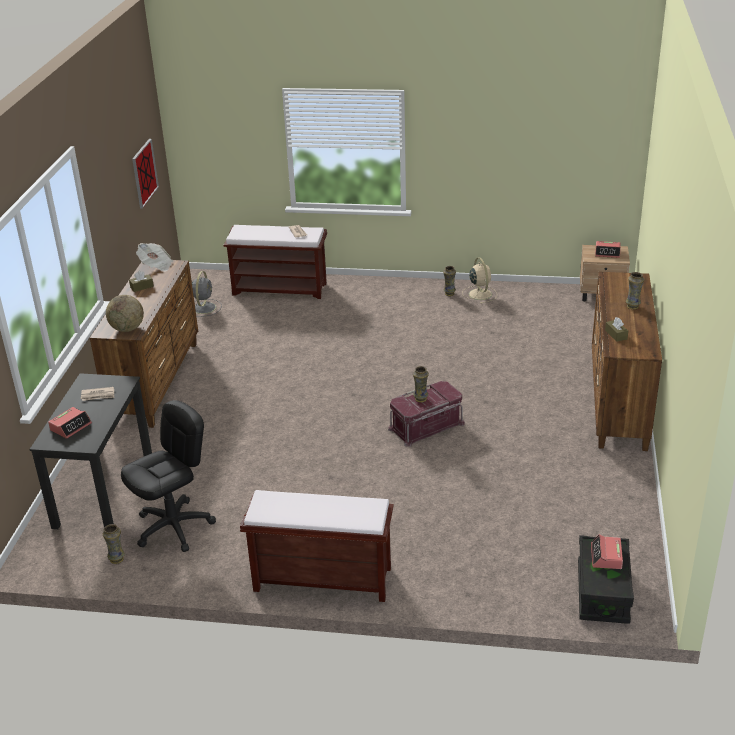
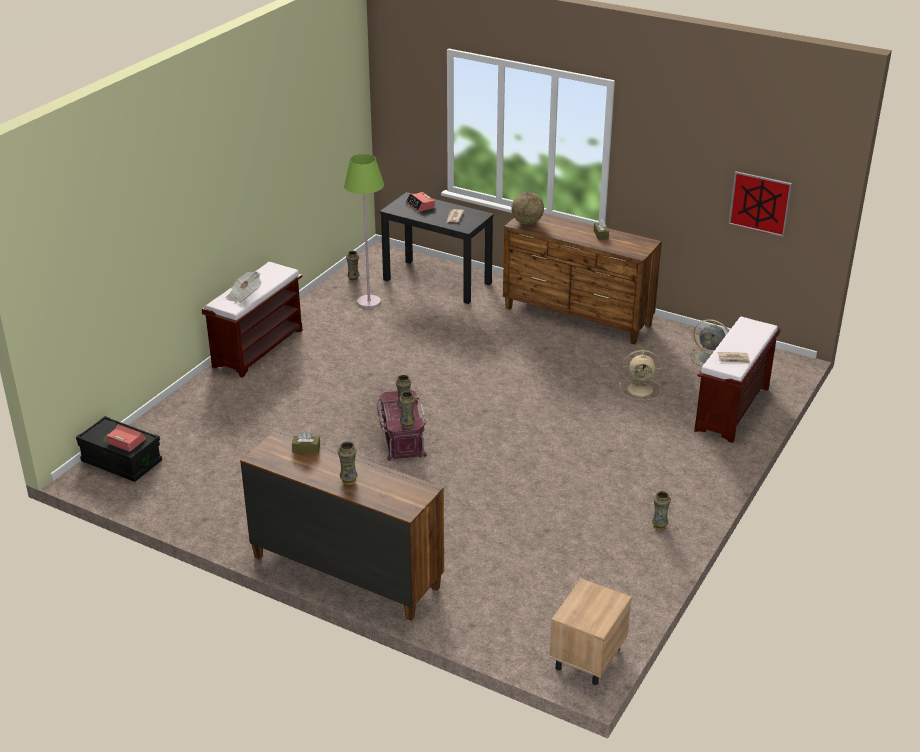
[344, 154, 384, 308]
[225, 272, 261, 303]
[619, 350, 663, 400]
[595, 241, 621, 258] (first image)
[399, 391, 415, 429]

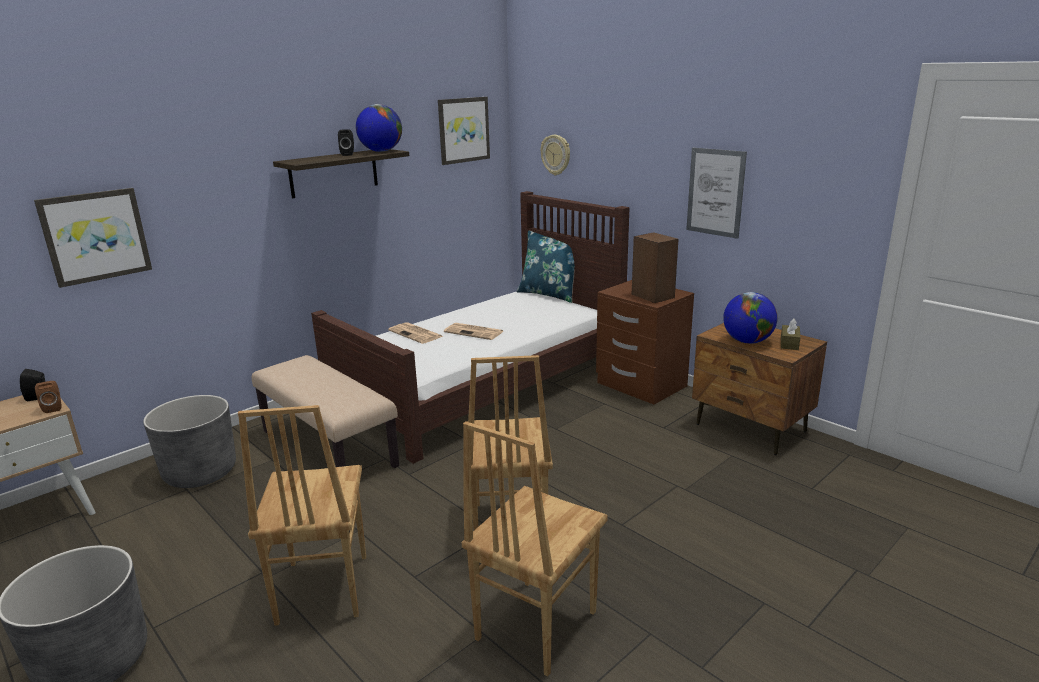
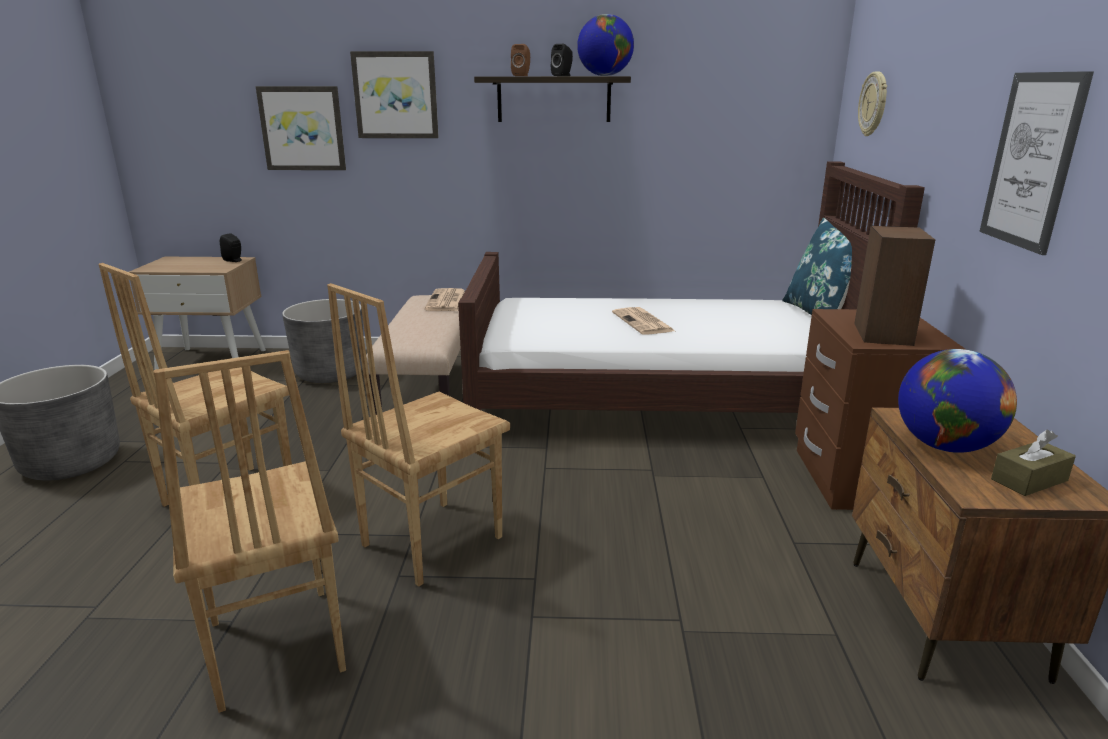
[511, 44, 530, 76]
[425, 288, 465, 311]
[350, 51, 439, 138]
[154, 350, 346, 713]

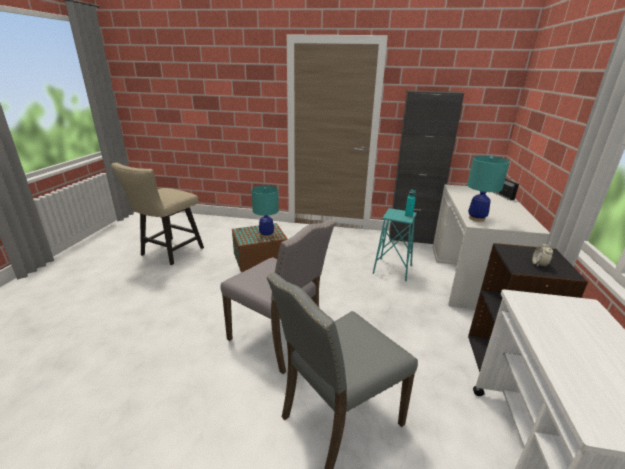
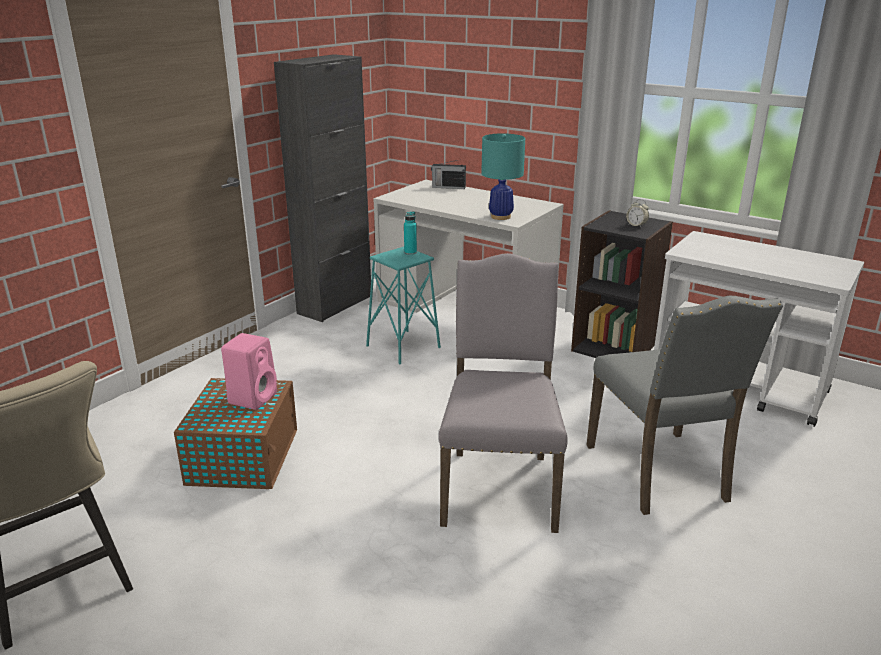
[439, 253, 568, 533]
[221, 333, 277, 410]

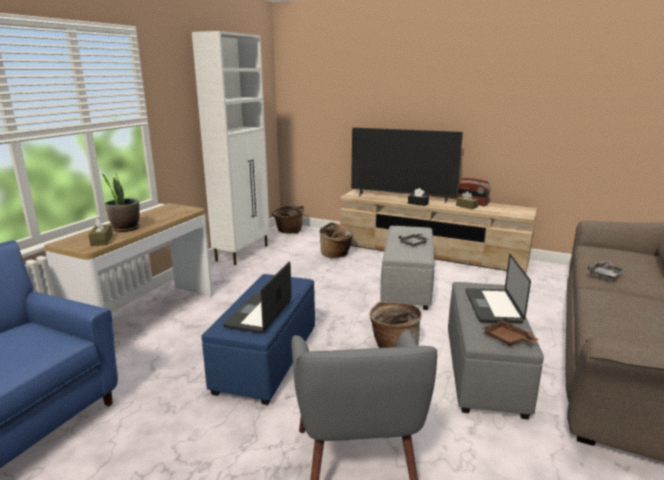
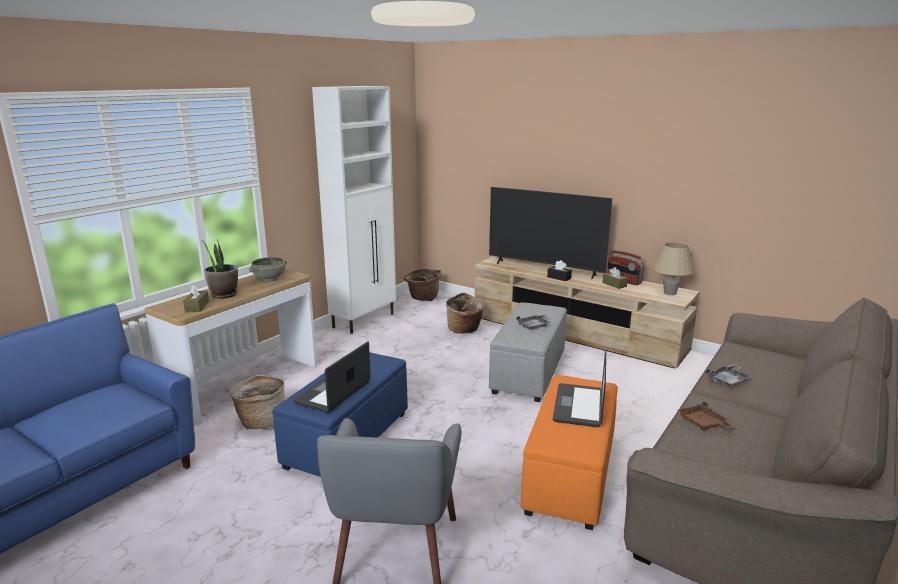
[230, 374, 285, 430]
[521, 375, 618, 530]
[677, 401, 735, 430]
[249, 257, 287, 282]
[652, 242, 694, 295]

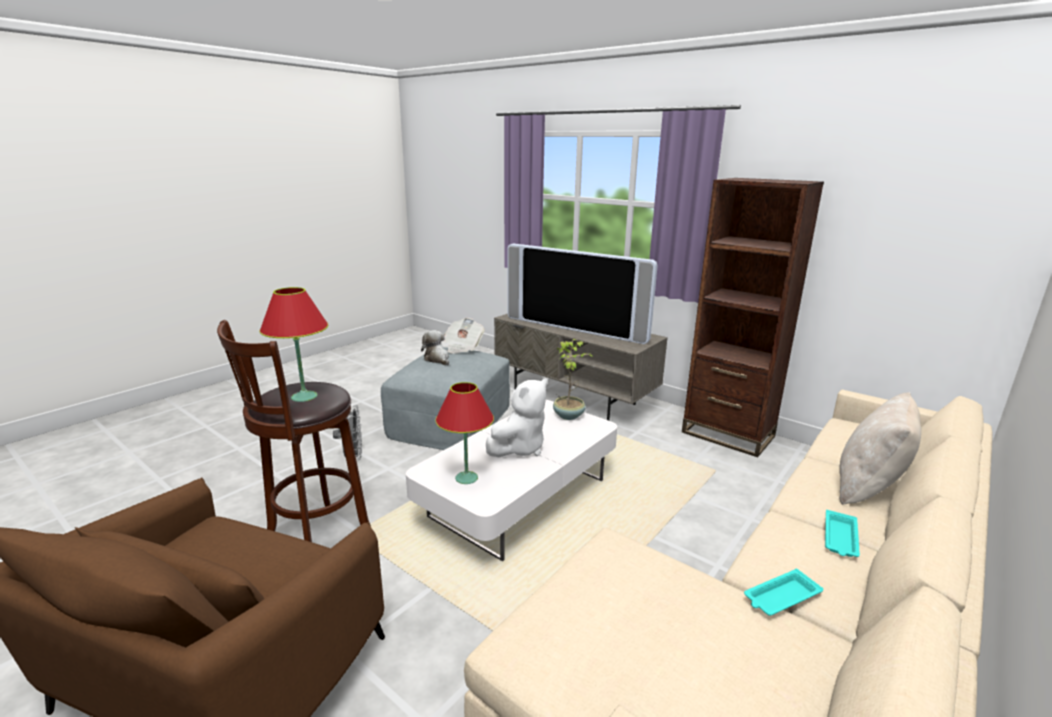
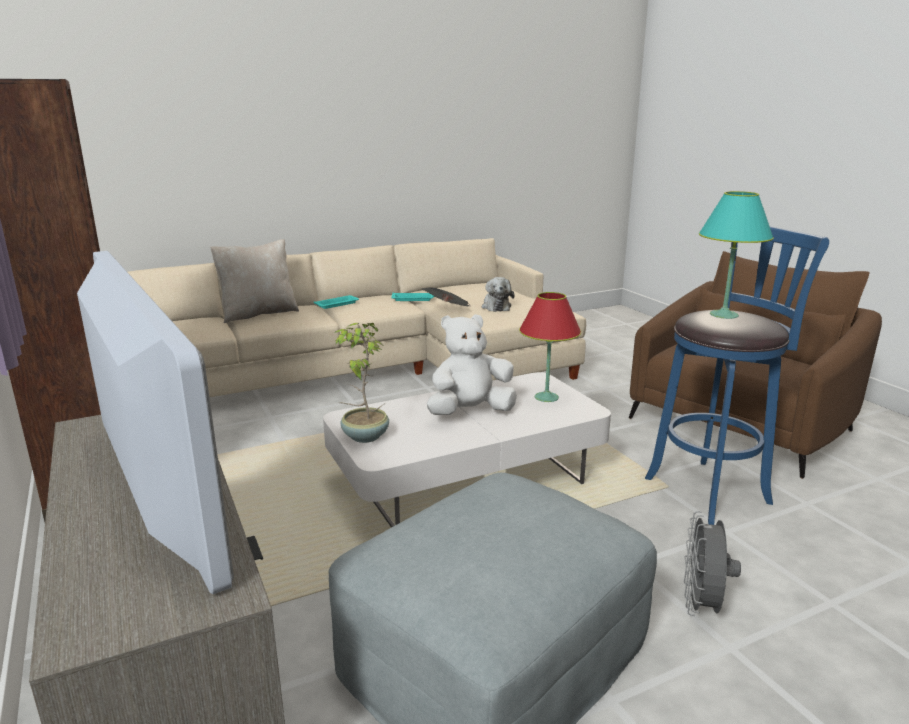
[645, 227, 829, 525]
[699, 191, 774, 319]
[482, 277, 515, 312]
[421, 287, 471, 306]

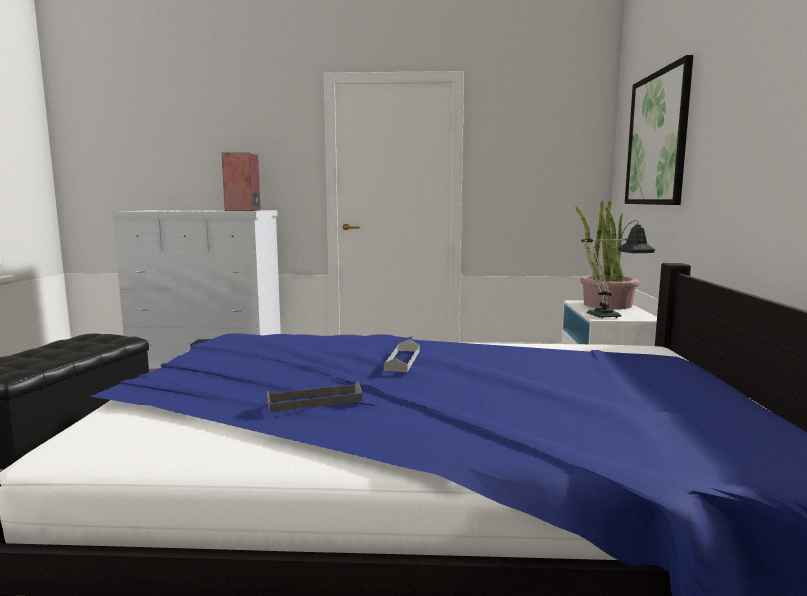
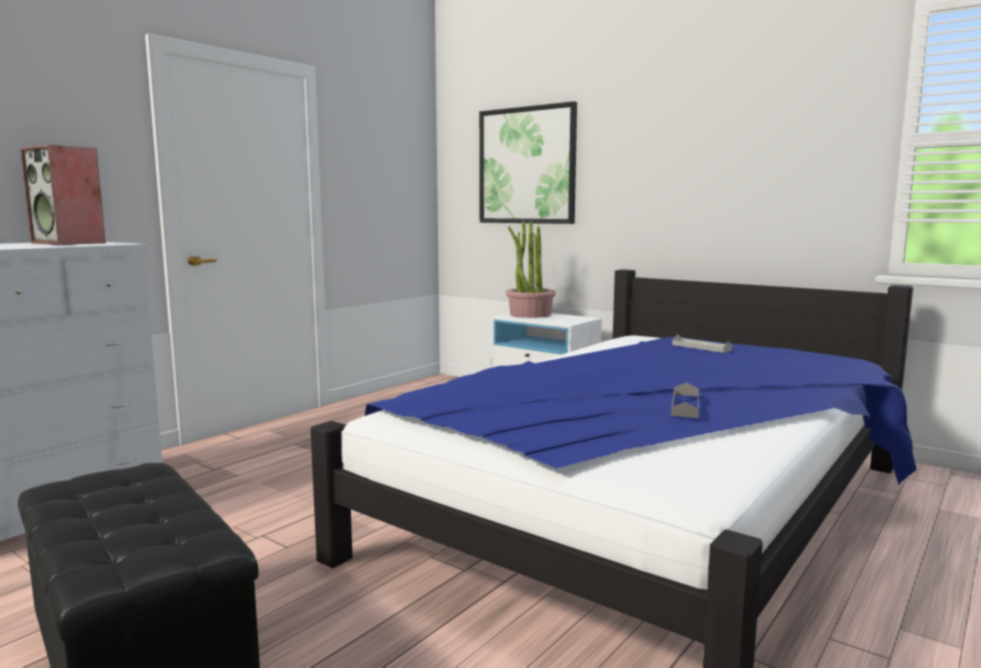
[672, 334, 732, 353]
[581, 220, 655, 319] (first image)

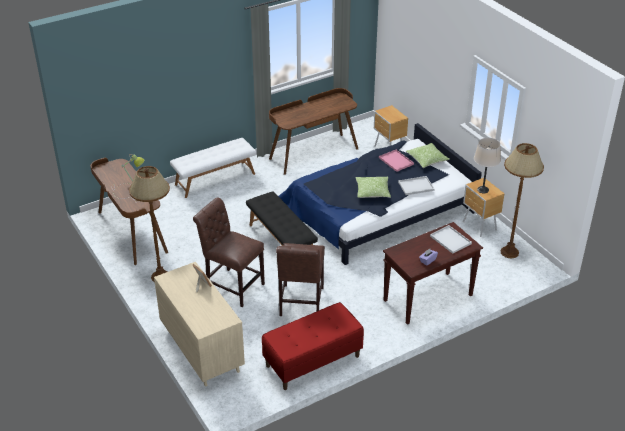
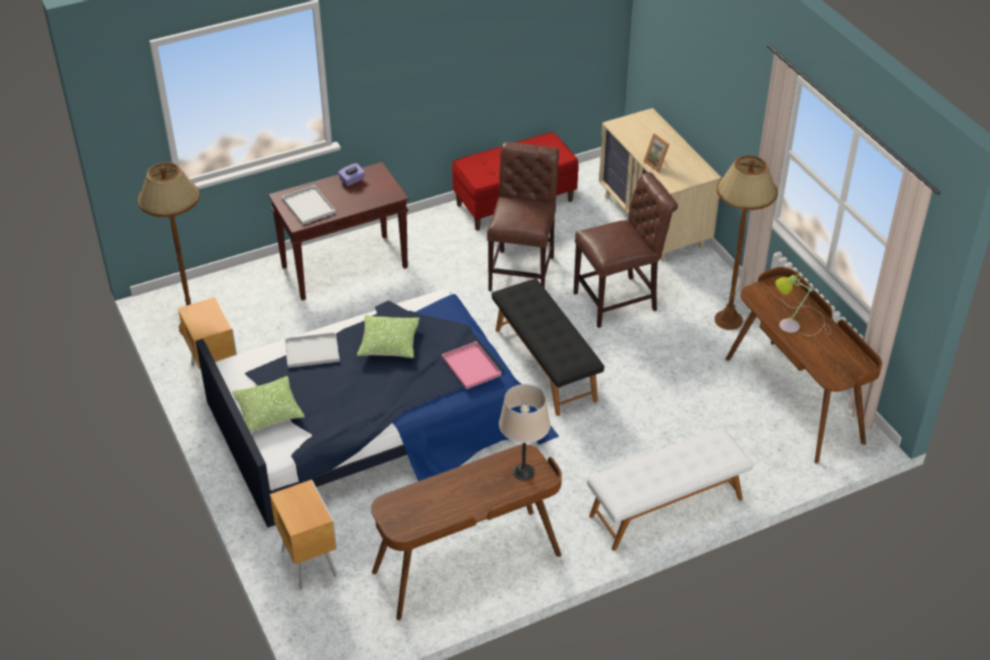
[574, 172, 678, 328]
[442, 341, 501, 389]
[499, 384, 550, 481]

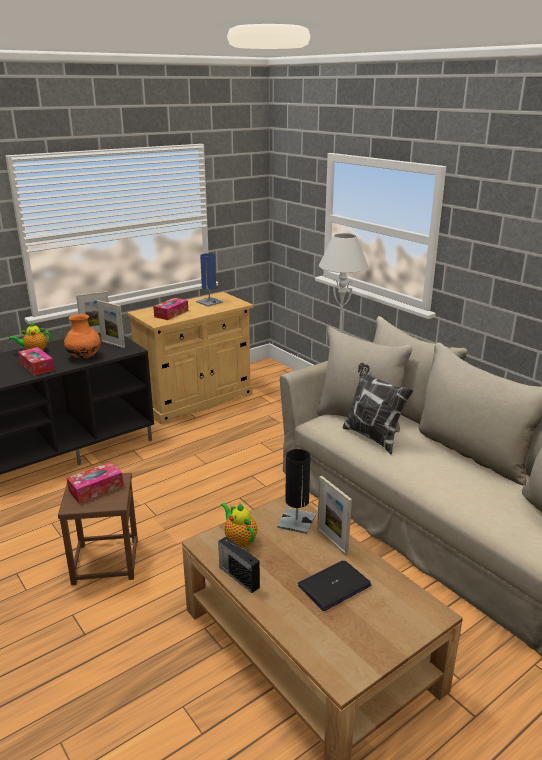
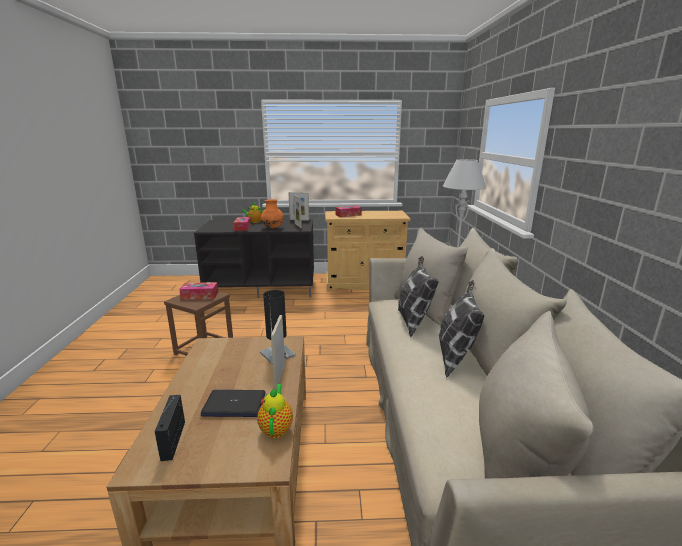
[196, 253, 223, 307] (first image)
[154, 395, 185, 461]
[257, 384, 293, 438]
[439, 280, 484, 378]

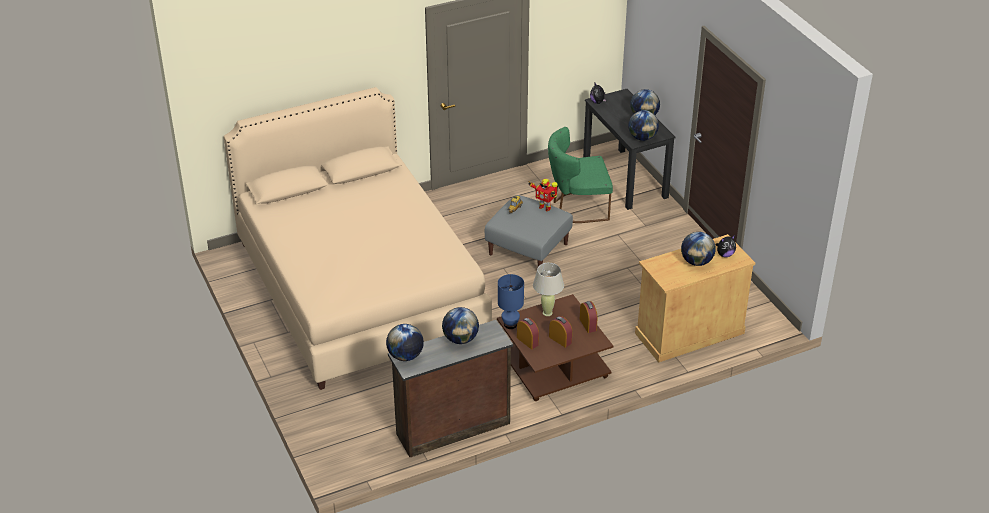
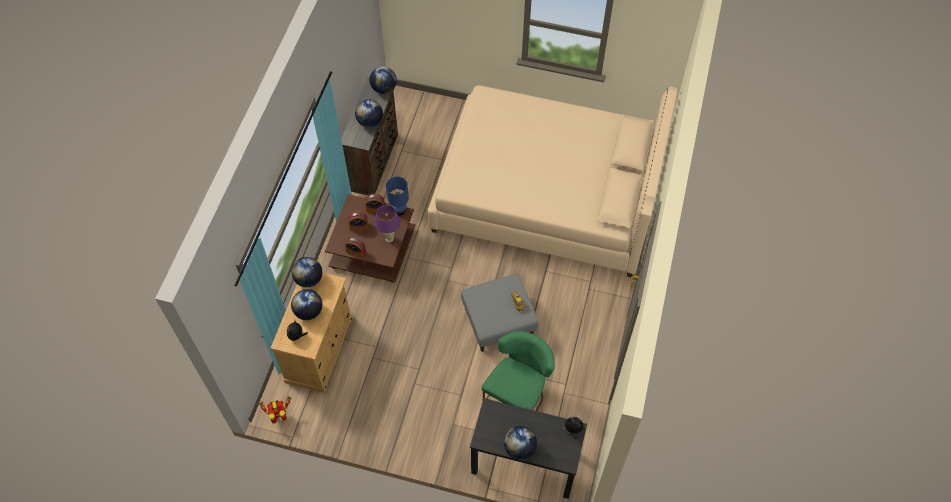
[259, 396, 291, 424]
[374, 205, 401, 242]
[292, 257, 322, 287]

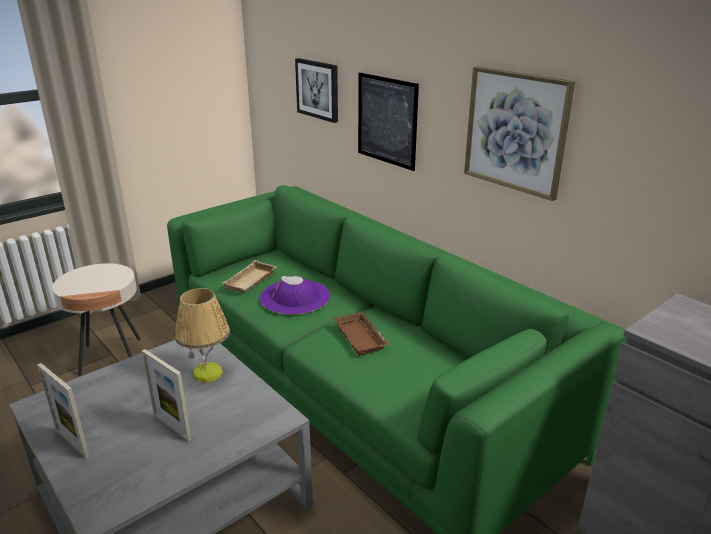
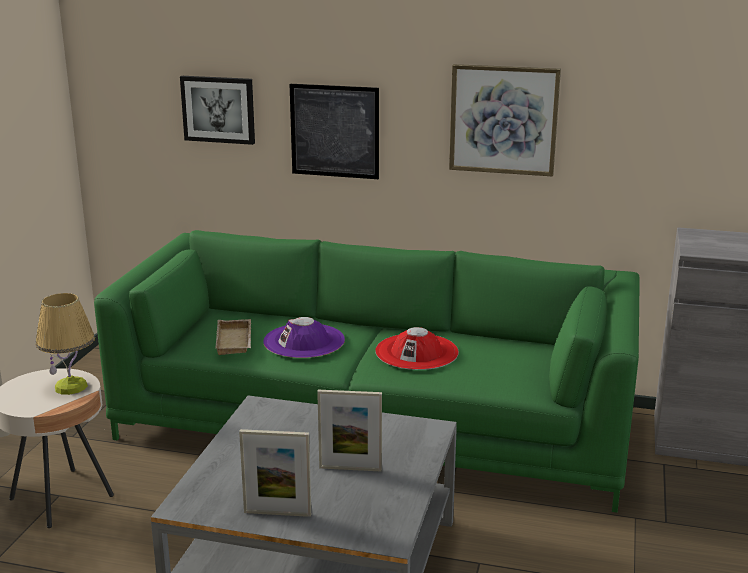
[35, 293, 95, 395]
[375, 327, 459, 370]

